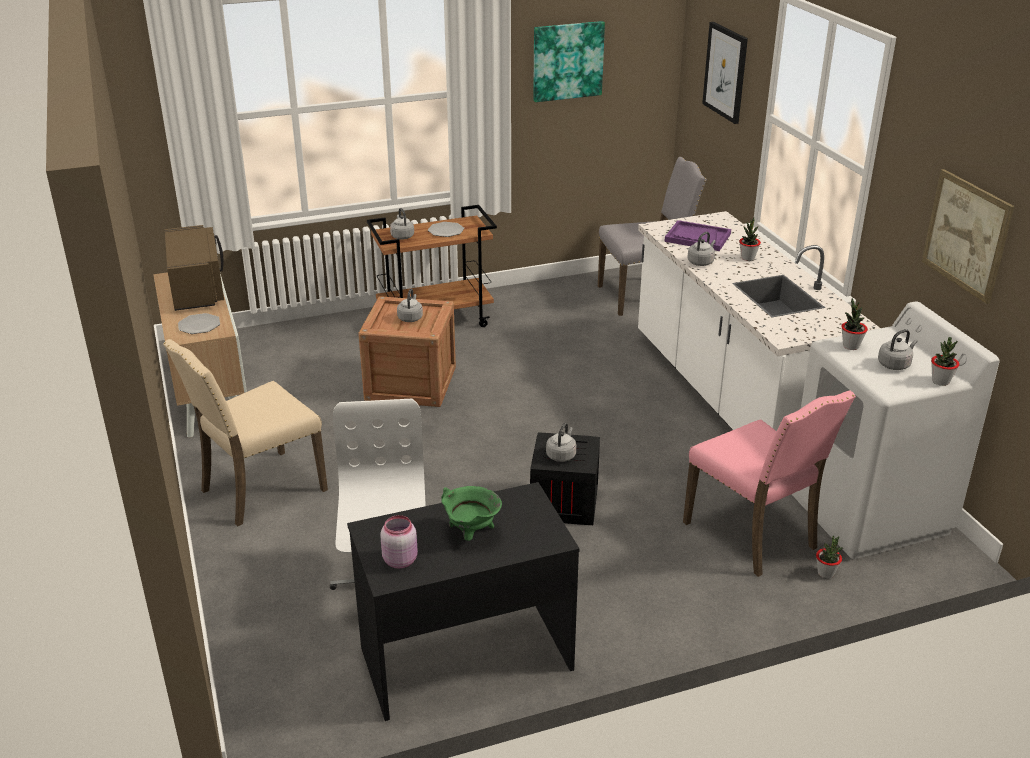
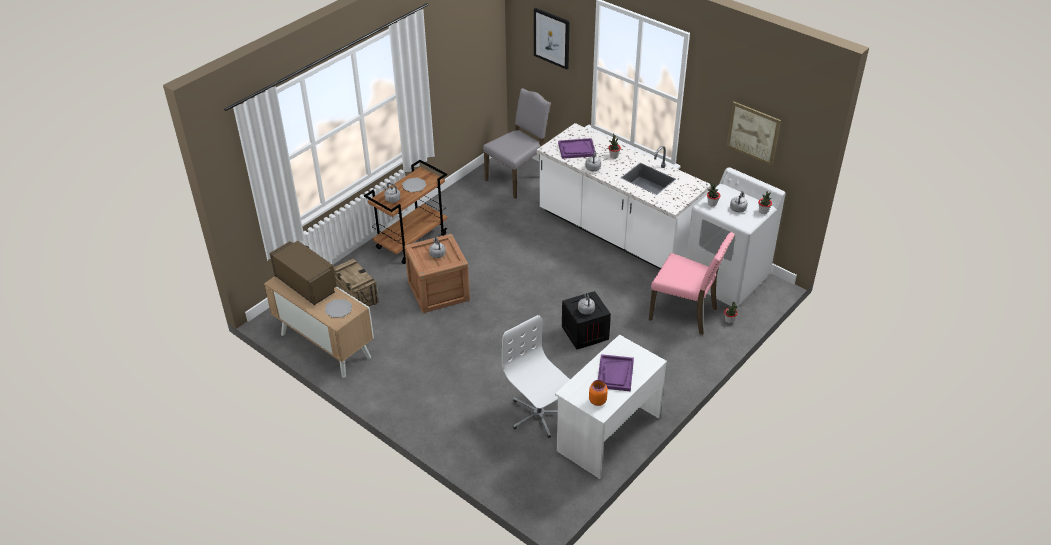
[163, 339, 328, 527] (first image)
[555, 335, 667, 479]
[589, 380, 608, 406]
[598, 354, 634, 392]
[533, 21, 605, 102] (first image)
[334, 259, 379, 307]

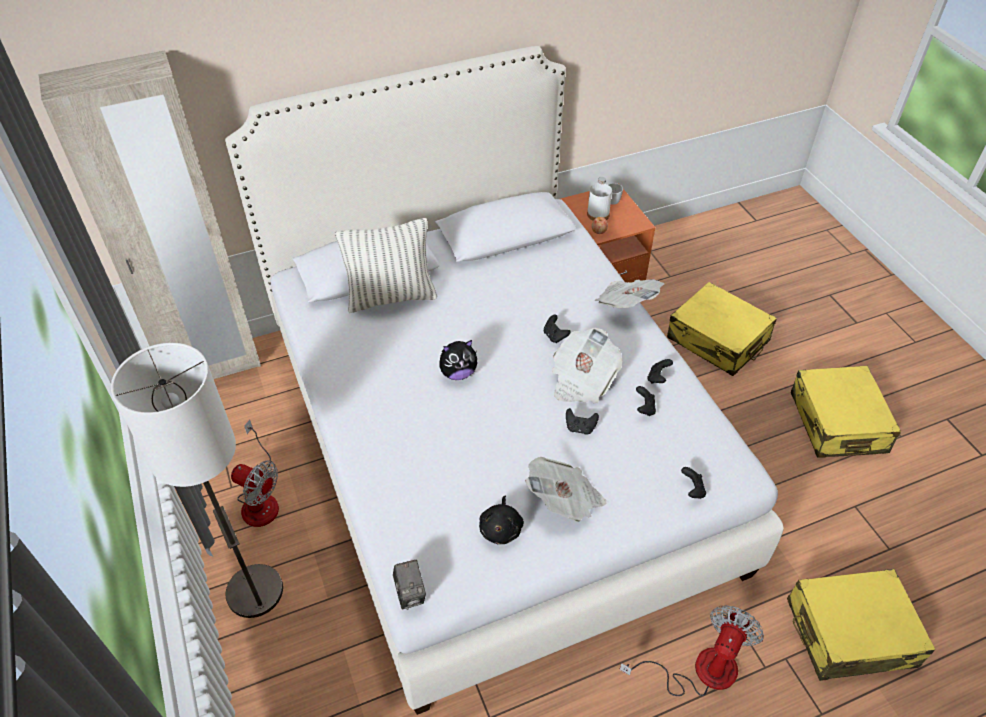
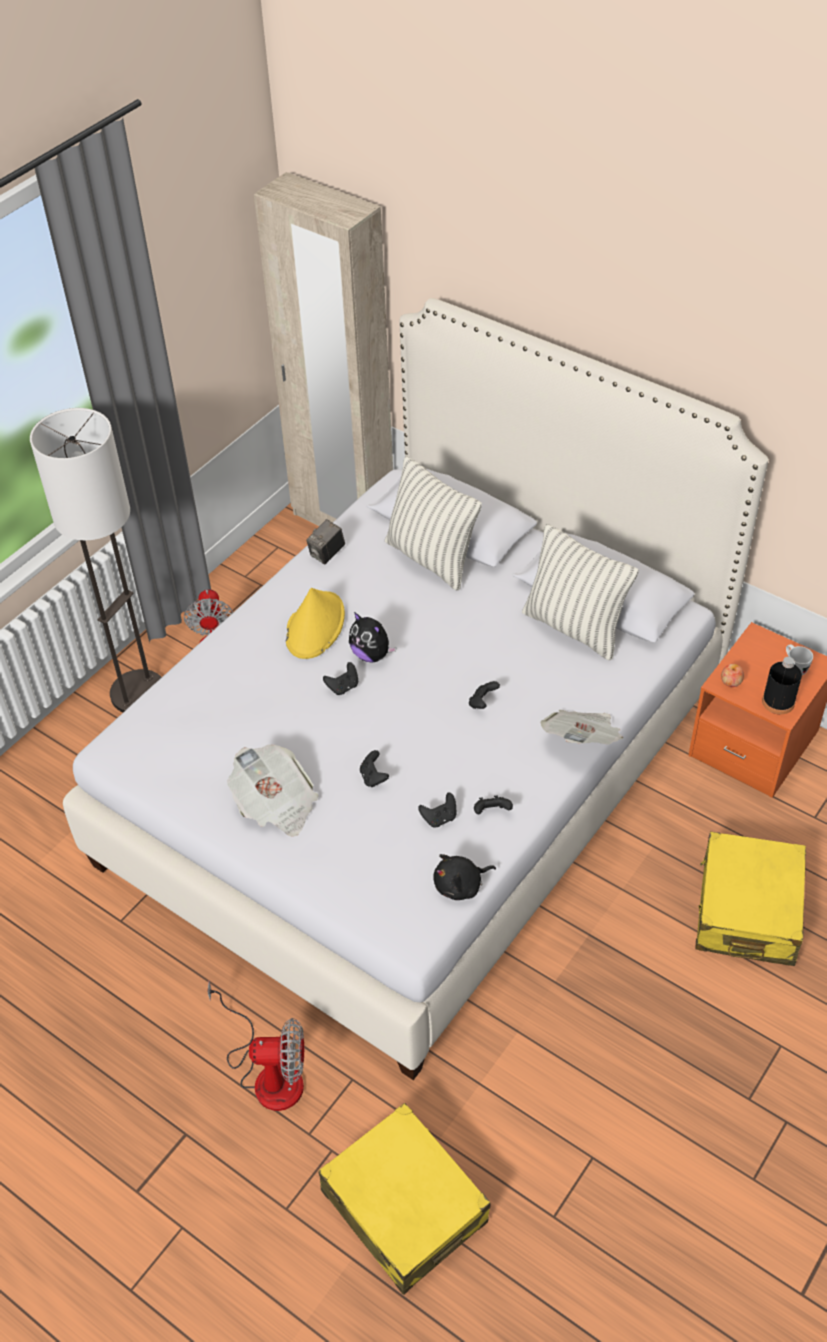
[306, 519, 345, 564]
[433, 854, 496, 900]
[552, 328, 623, 404] (first image)
[587, 177, 612, 220] (first image)
[323, 662, 358, 695]
[791, 366, 901, 458] (first image)
[286, 588, 345, 659]
[522, 524, 639, 661]
[762, 657, 802, 714]

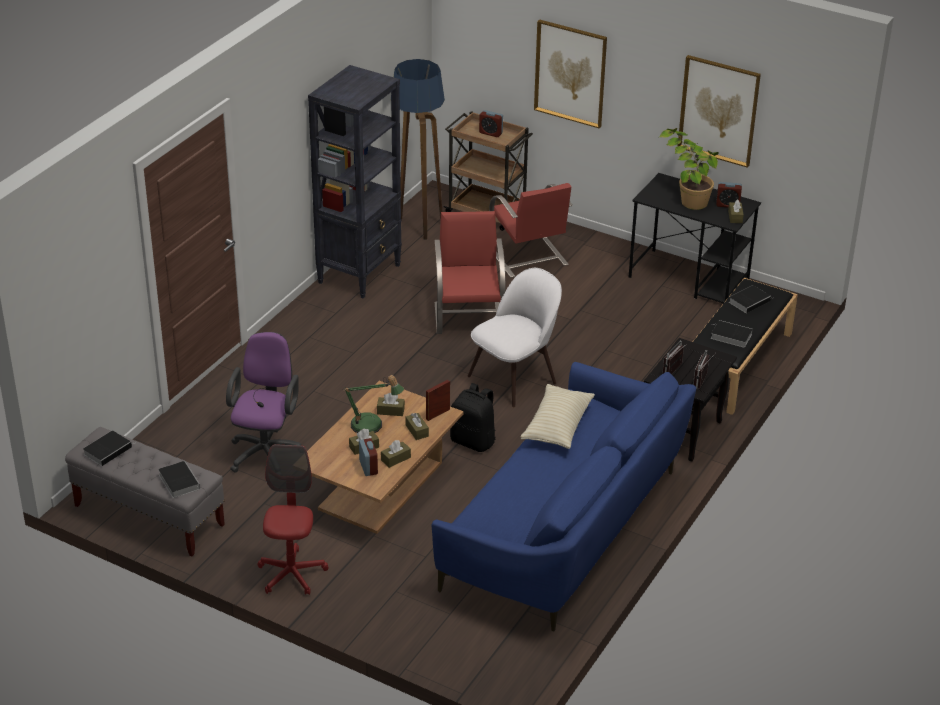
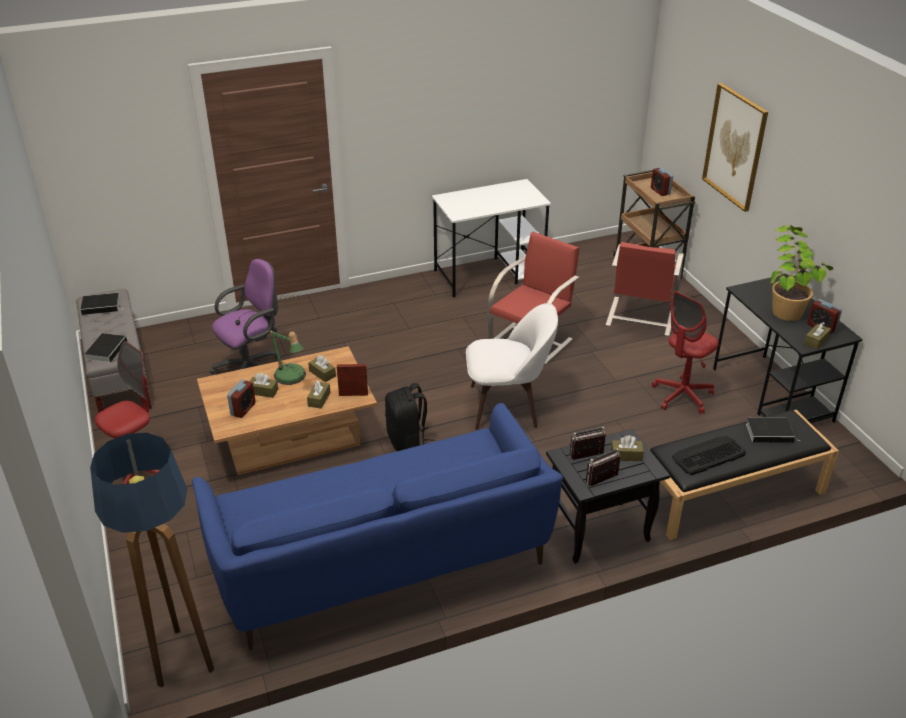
[431, 179, 551, 297]
[611, 435, 644, 461]
[90, 433, 214, 688]
[521, 384, 595, 449] (first image)
[678, 55, 761, 168] (first image)
[672, 436, 746, 475]
[652, 291, 719, 414]

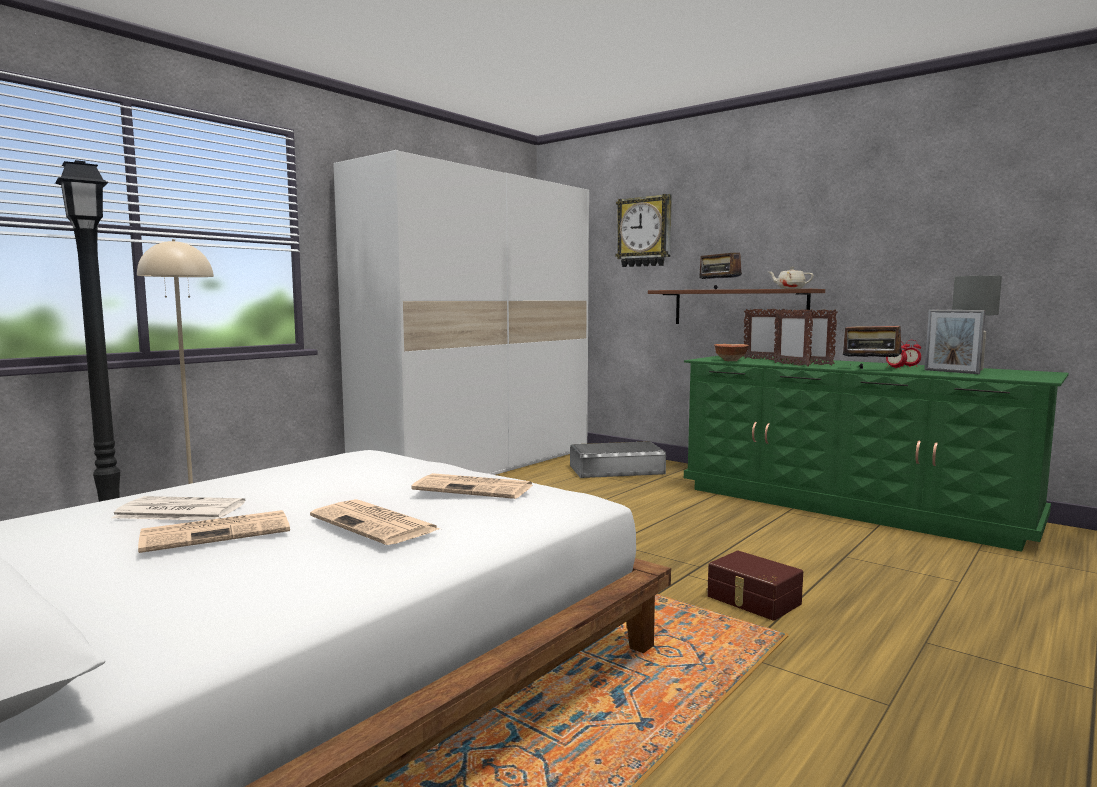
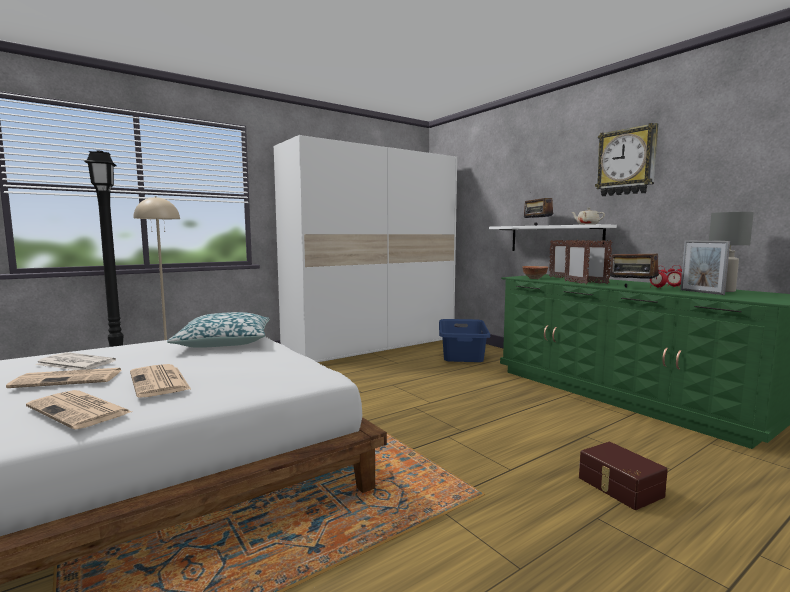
[26, 390, 132, 430]
[439, 319, 491, 362]
[595, 123, 658, 196]
[489, 224, 617, 251]
[579, 442, 668, 510]
[167, 312, 270, 348]

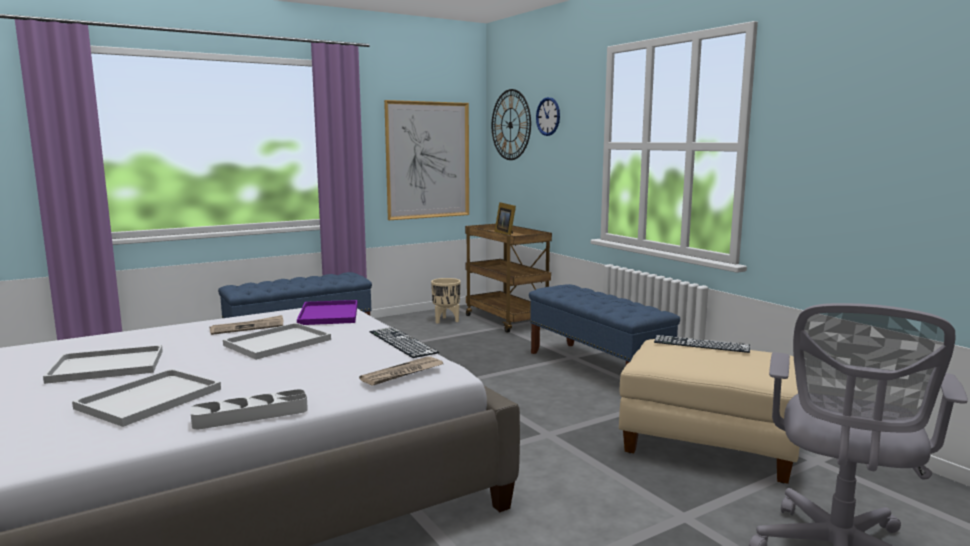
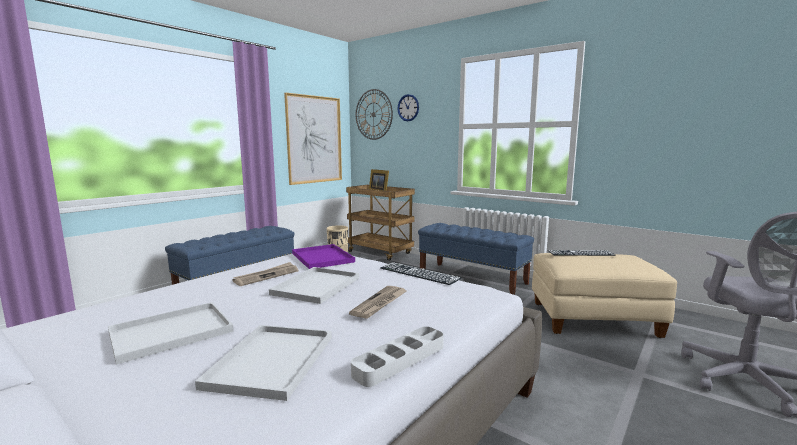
[349, 286, 407, 319]

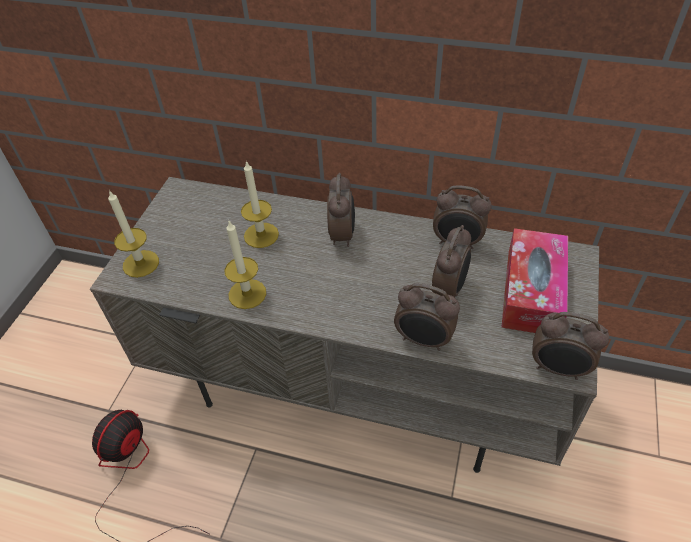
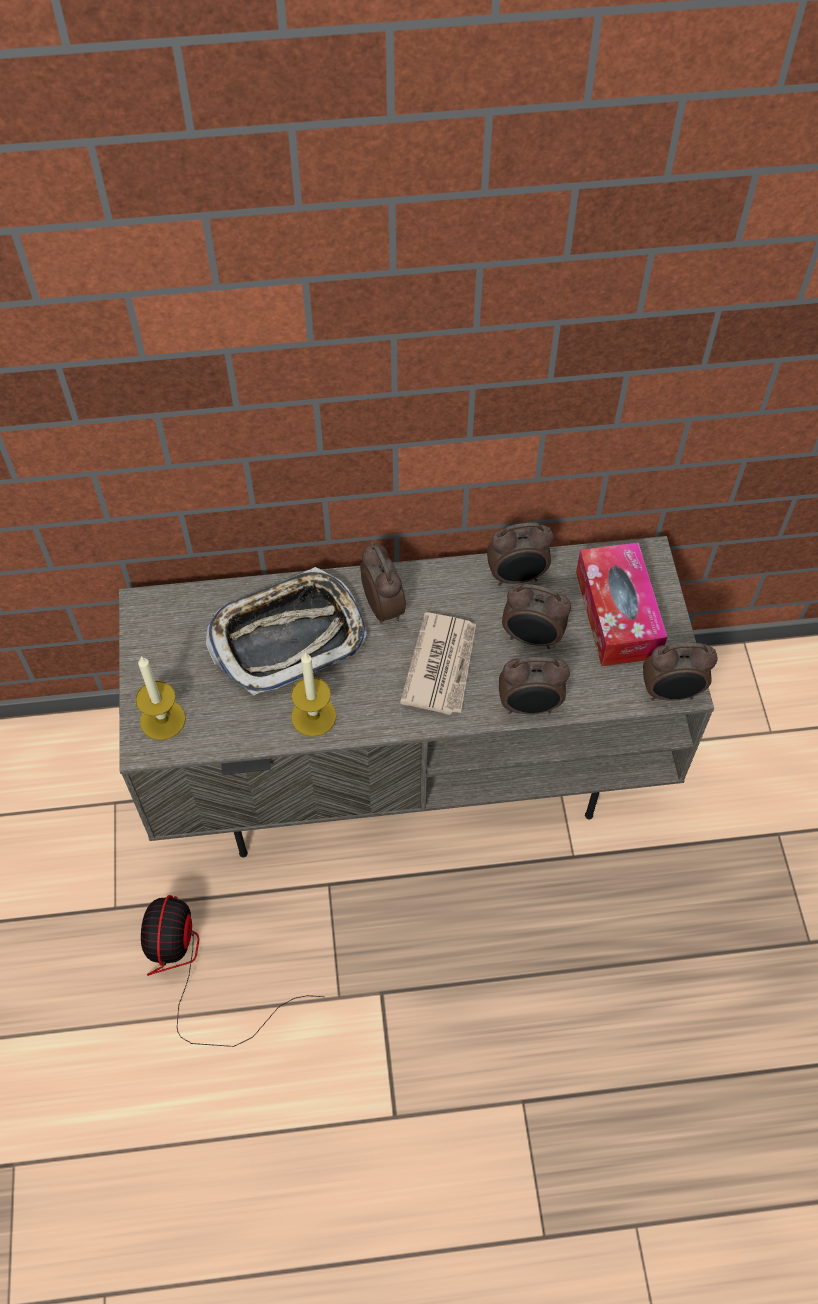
[206, 567, 367, 696]
[502, 584, 571, 649]
[400, 612, 476, 715]

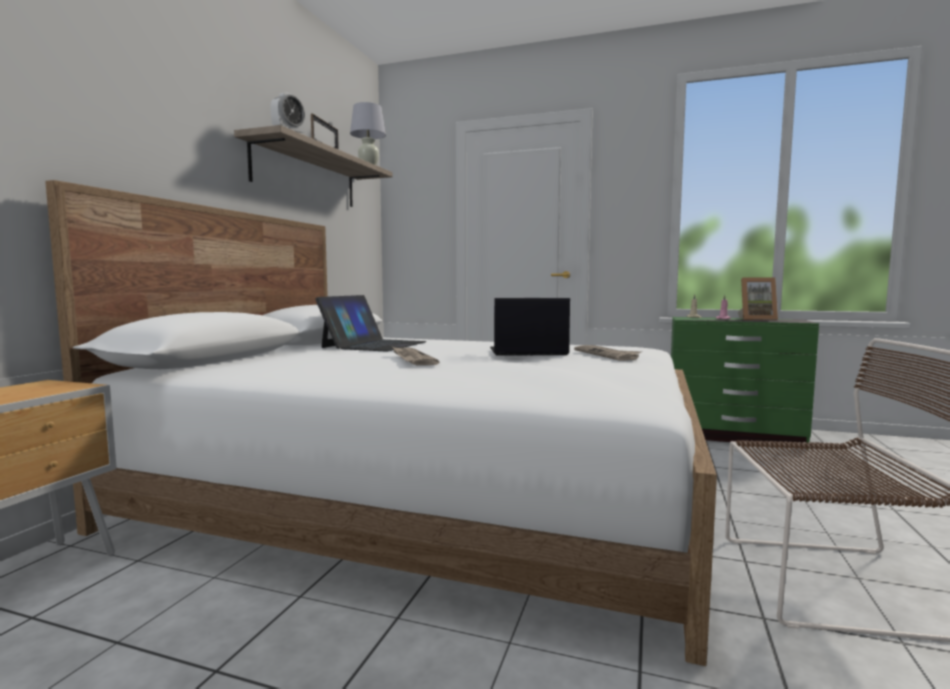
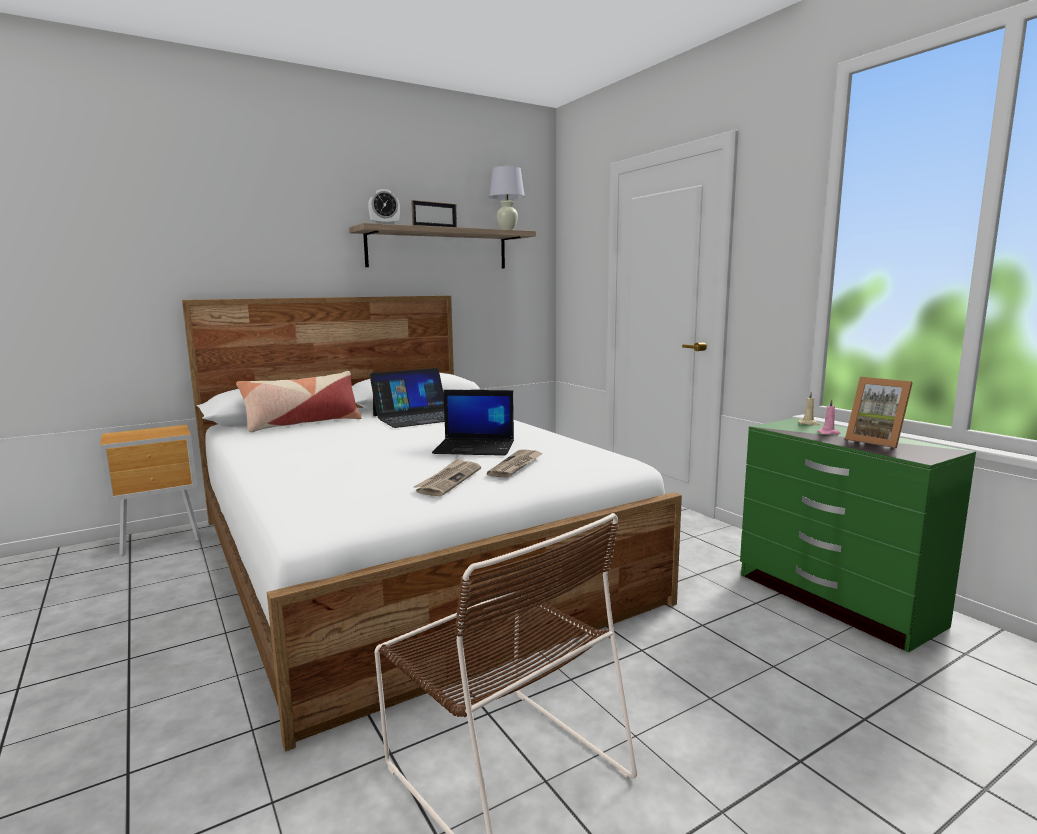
[413, 458, 481, 496]
[432, 390, 514, 456]
[236, 371, 362, 432]

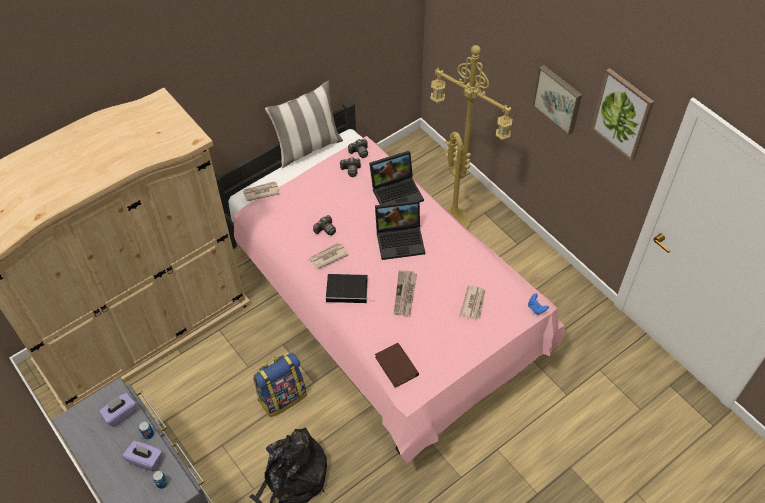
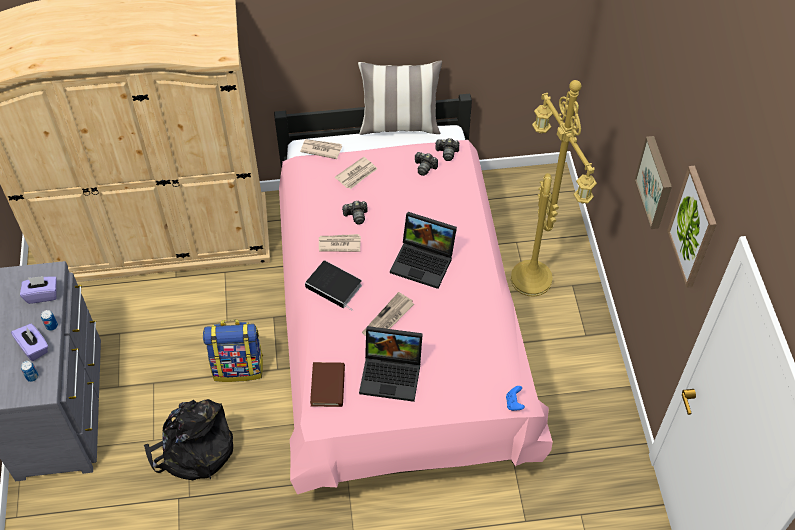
[359, 326, 423, 402]
[335, 157, 377, 189]

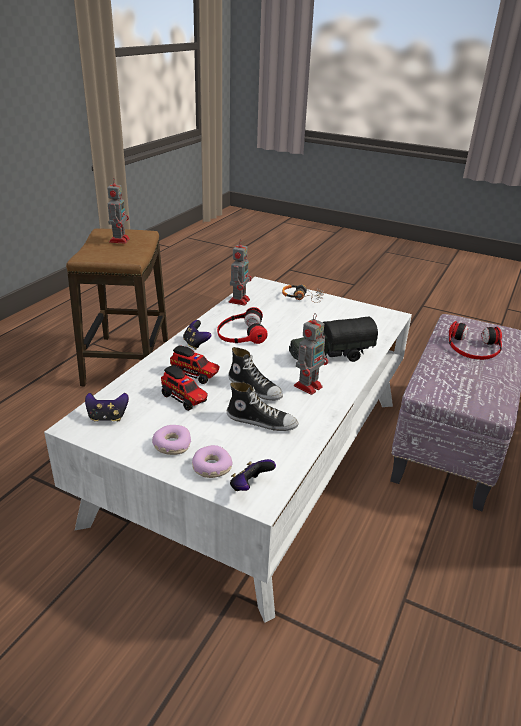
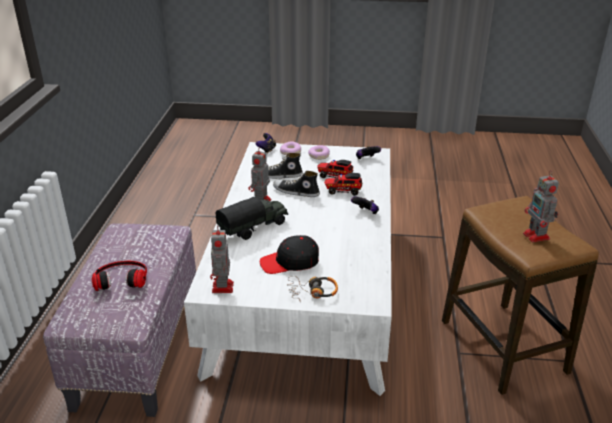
[217, 307, 268, 344] (first image)
[210, 225, 234, 293]
[260, 235, 319, 274]

